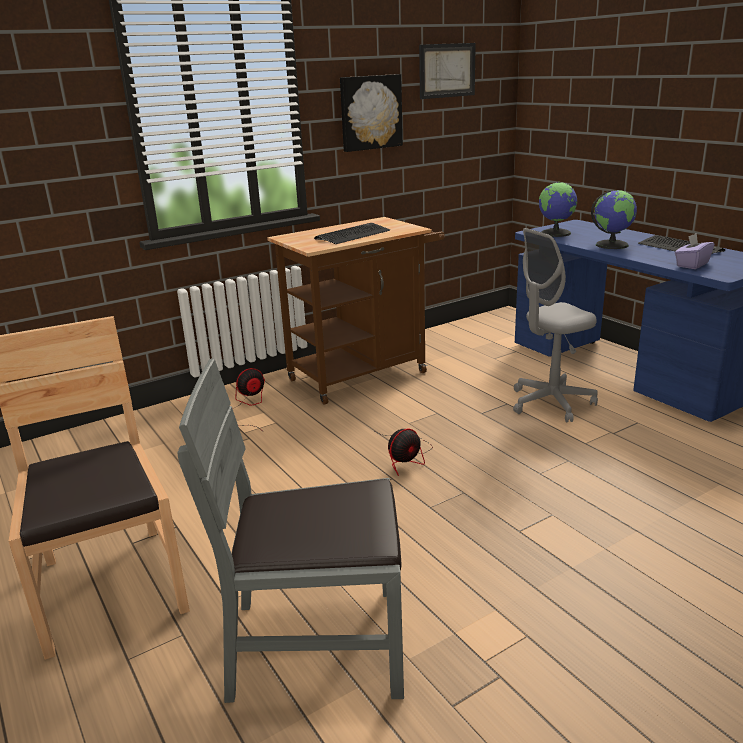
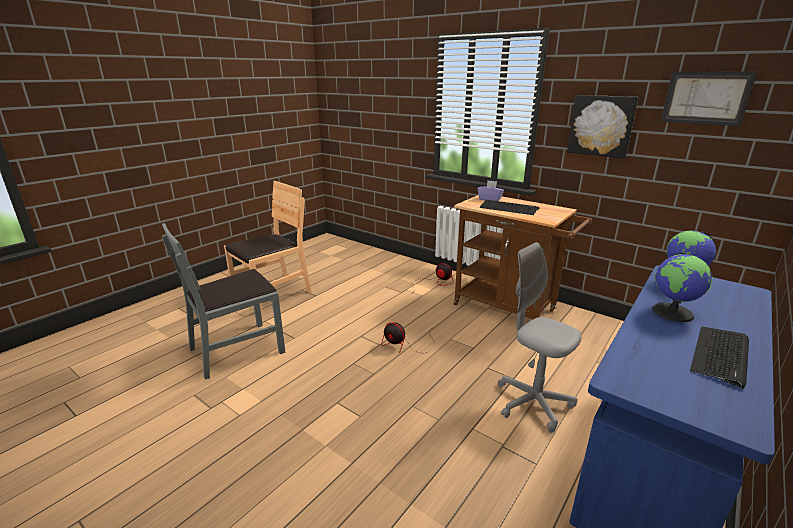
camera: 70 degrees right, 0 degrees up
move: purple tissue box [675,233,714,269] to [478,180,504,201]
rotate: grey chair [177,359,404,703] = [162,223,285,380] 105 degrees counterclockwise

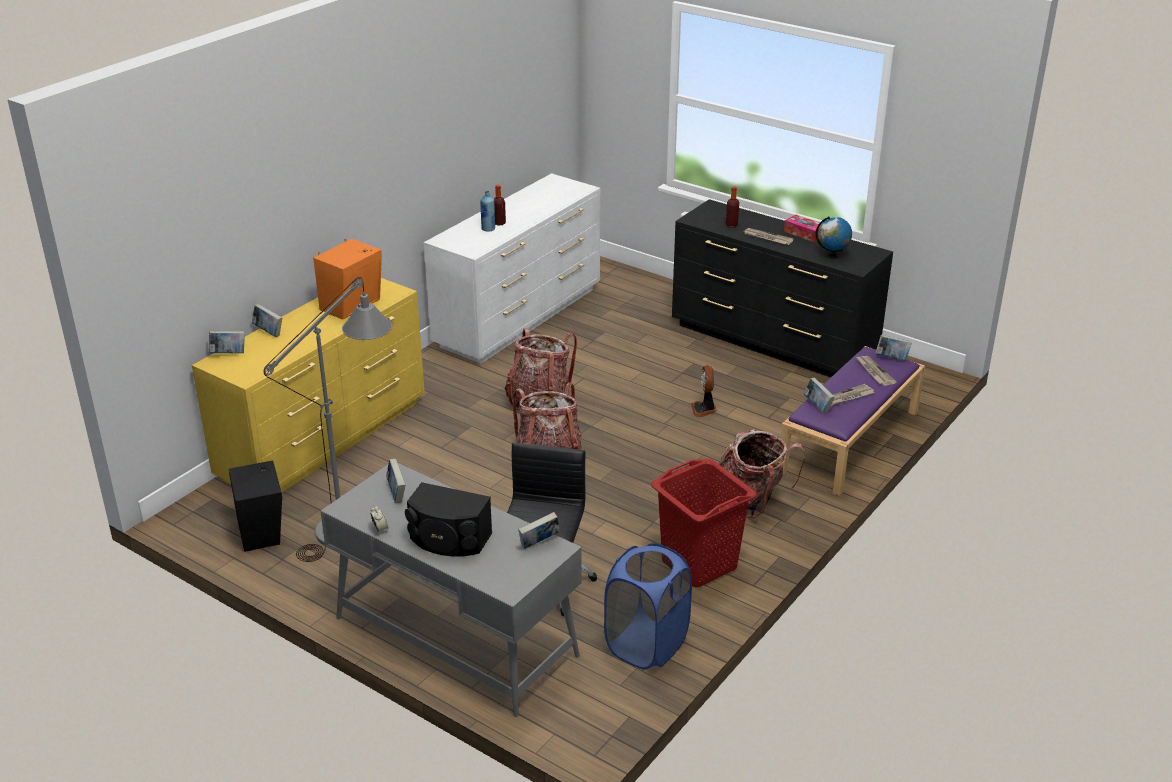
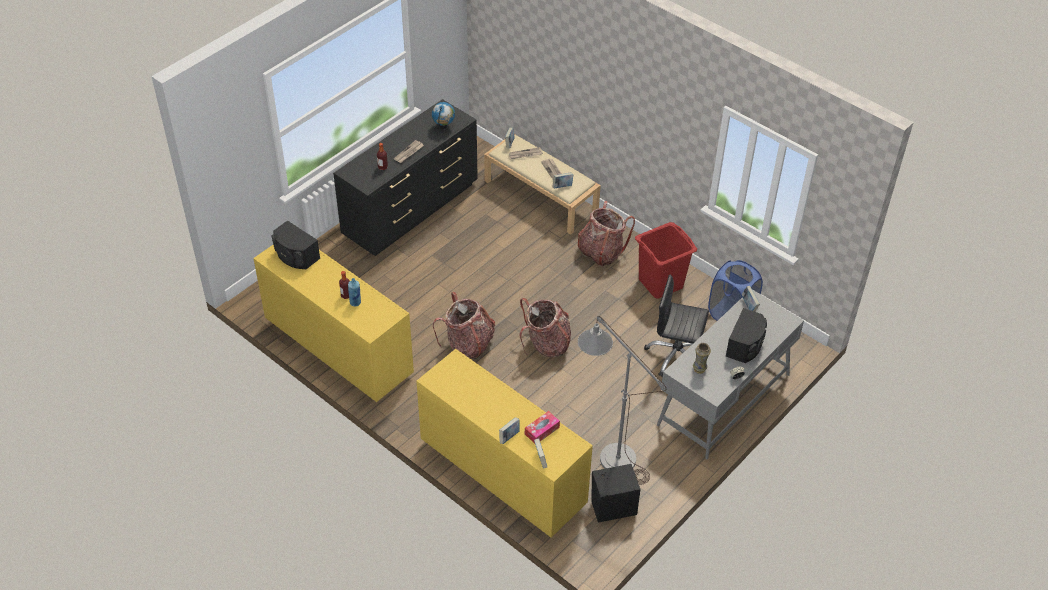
camera: 85 degrees left, 15 degrees up
delete: orange speaker [313,239,382,320]; fan [691,365,717,417]
insert: black speaker [271,220,320,269]
move: tissue box [784,215,821,242] to [525,411,560,443]
replace: book [386,459,406,503] to vase [693,343,711,374]
recolor: white dresser [424,173,600,364] to yellow dresser [253,245,414,402]; purple bench [781,346,925,496] to beige bench [484,134,601,235]

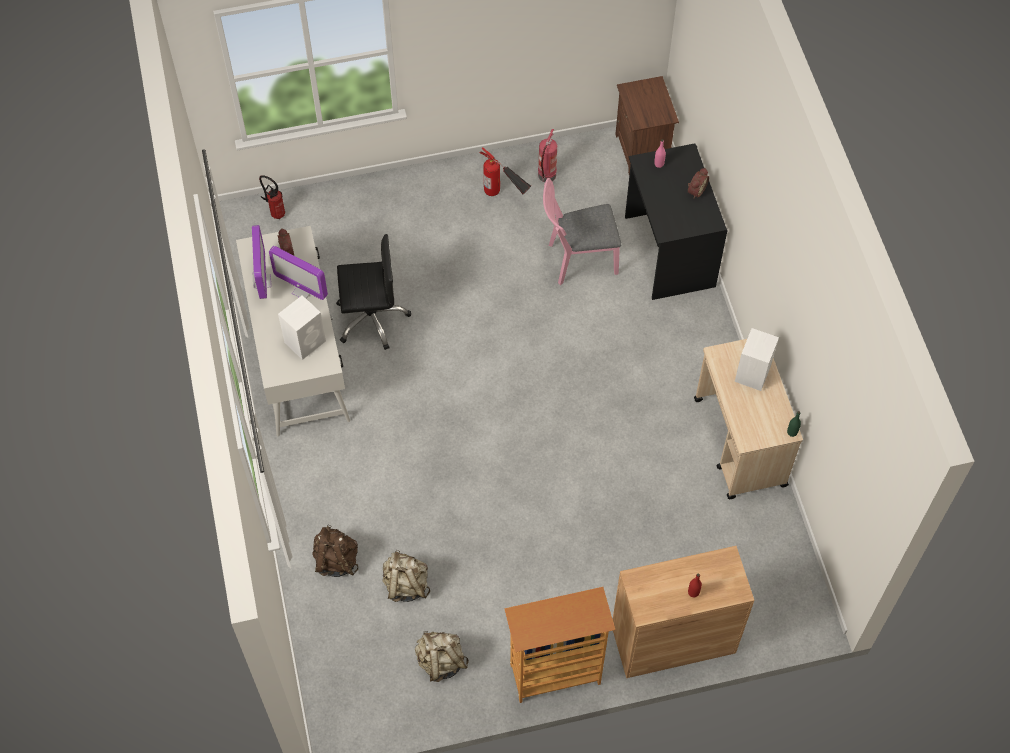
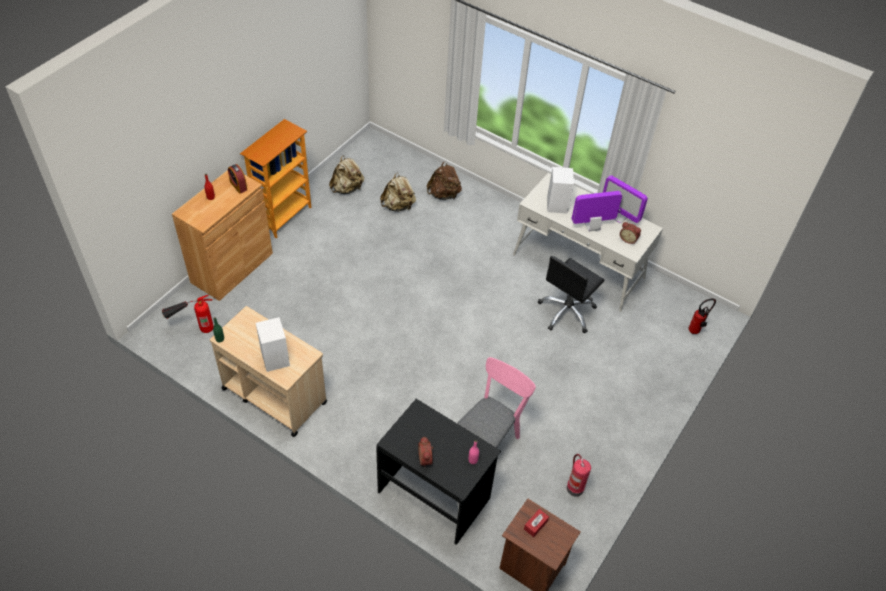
camera: 135 degrees right, 10 degrees down
insert: alarm clock [228,164,247,194]; red tissue box [524,509,549,537]
move: fire extinguisher [480,147,531,196] to [162,295,214,333]

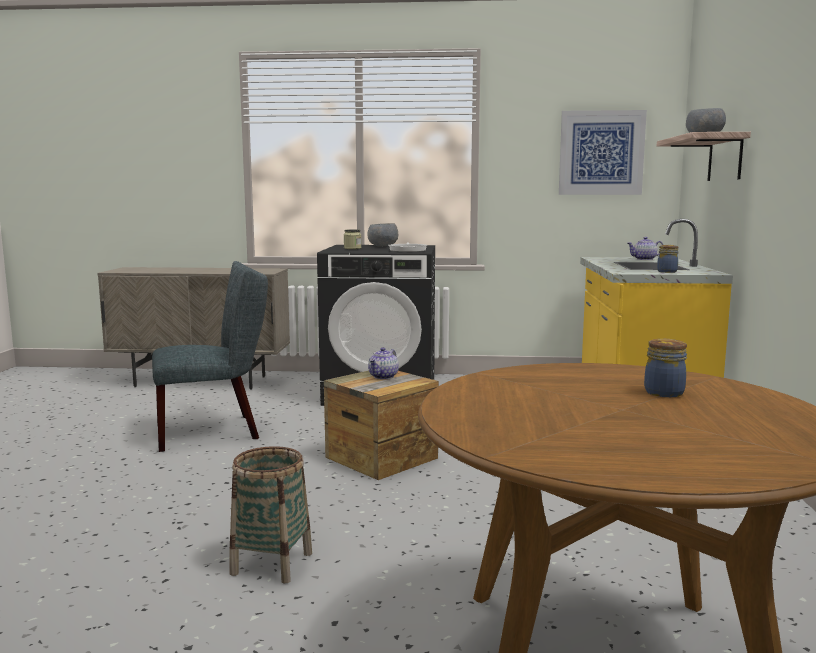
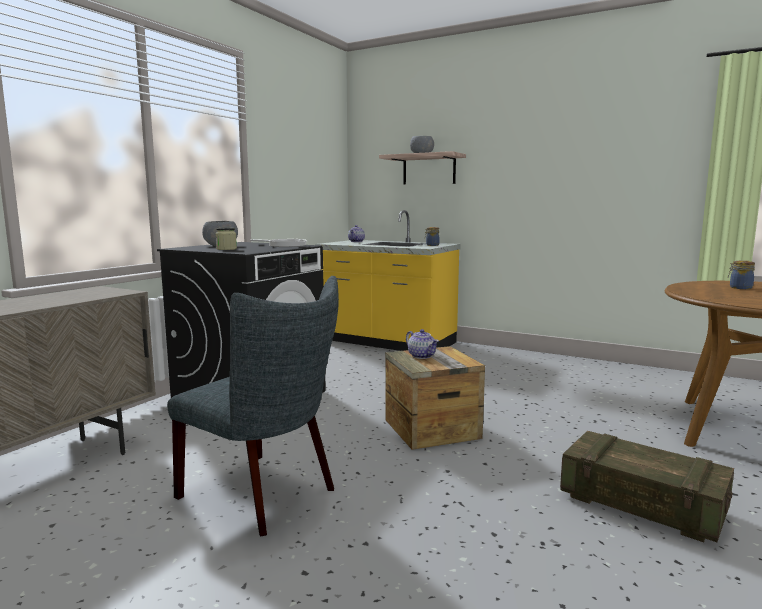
camera: 65 degrees left, 0 degrees up
delete: picture [559,110,647,195]
replace: basket [229,446,312,583] to crate [560,431,734,542]
rotate: grey chair [152,261,268,452] = [167,276,339,536] 120 degrees clockwise

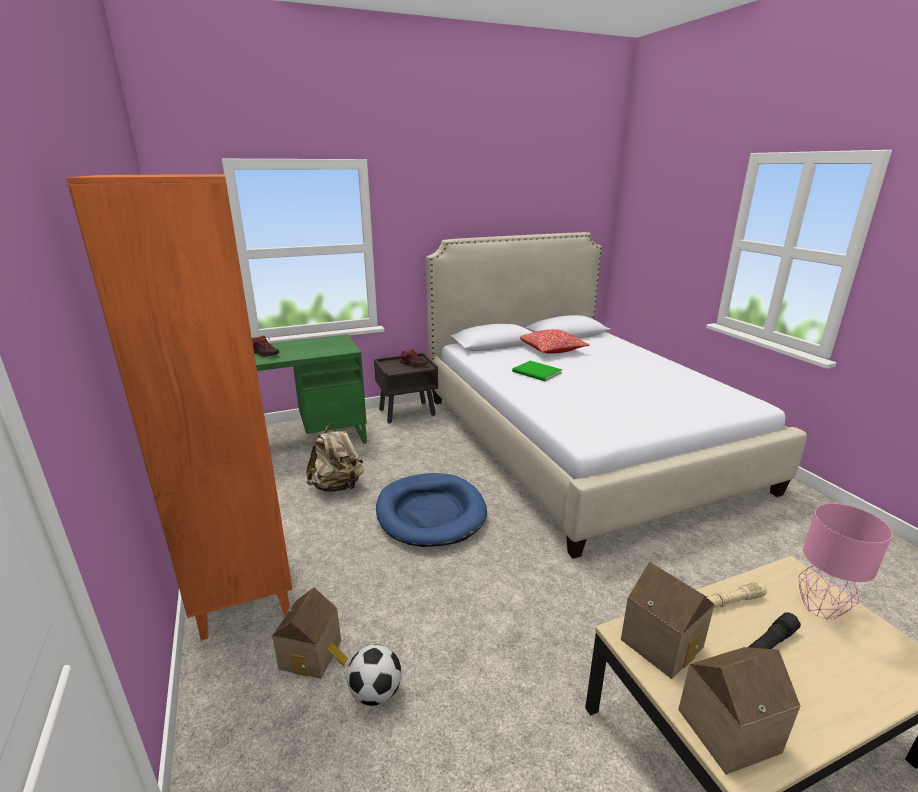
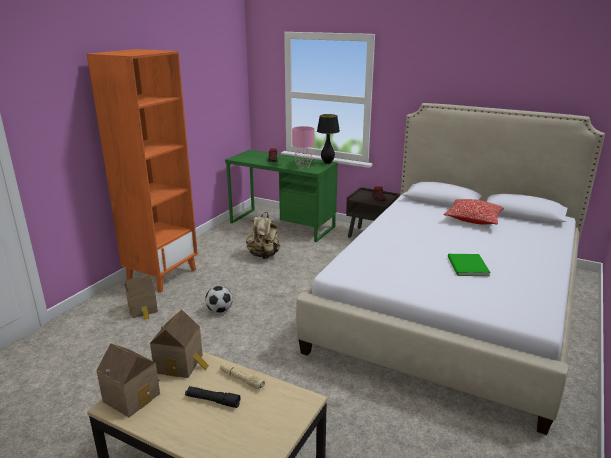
camera: 50 degrees right, 0 degrees up
delete: blue dog bed [376,473,487,547]
insert: black table lamp [317,114,340,164]
move: football [347,644,402,706] to [205,286,233,313]; pink table lamp [798,503,892,619] to [292,126,314,168]; green book [512,361,562,381] to [448,254,491,276]

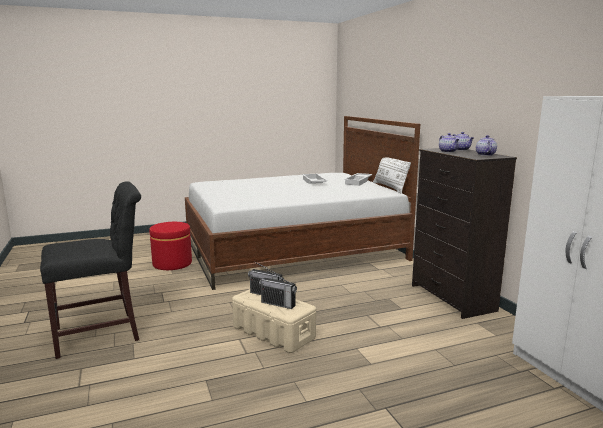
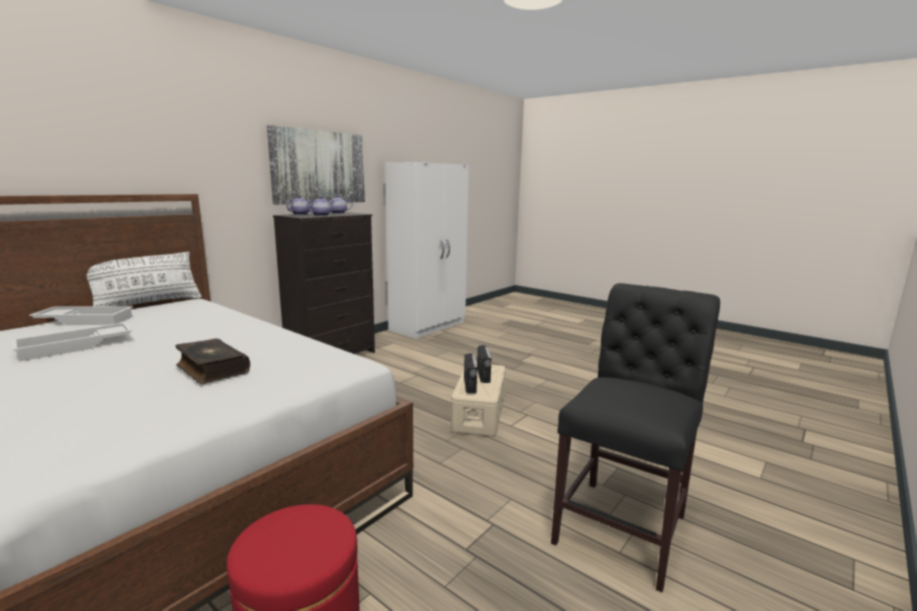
camera: 120 degrees left, 0 degrees up
insert: book [175,338,250,384]; picture [267,125,365,205]
rotate: black chair [40,181,141,359] = [551,283,720,592] 90 degrees clockwise

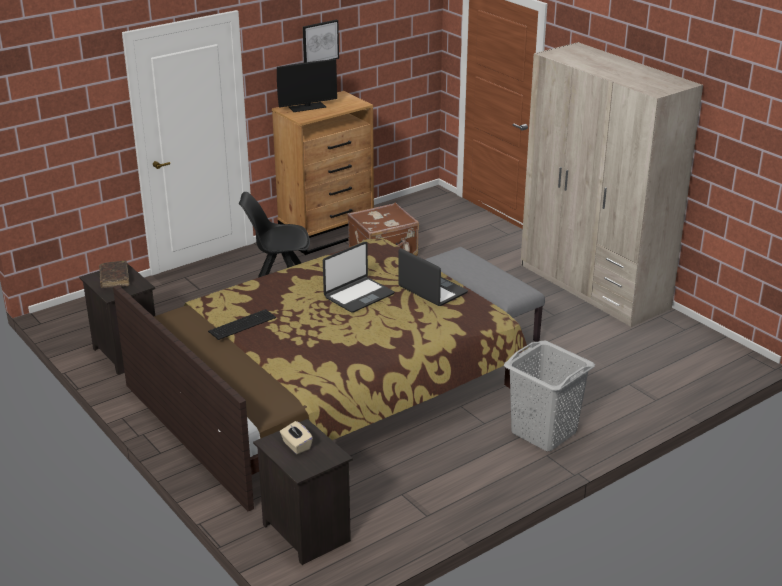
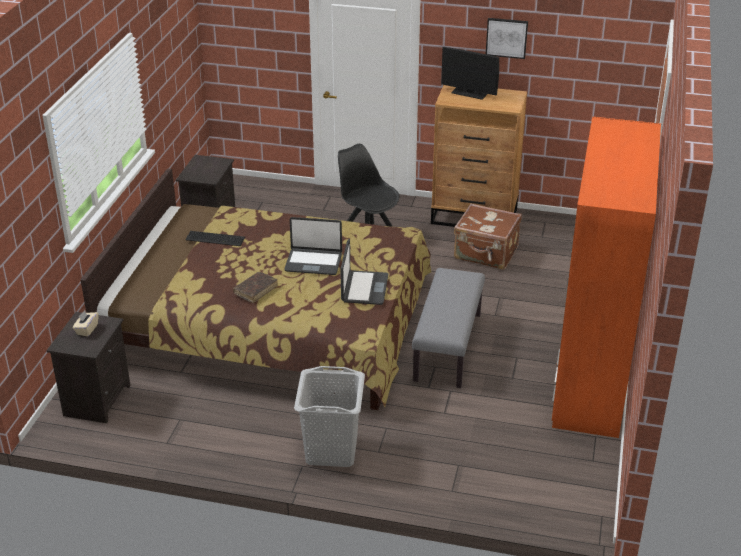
camera: 50 degrees right, 5 degrees up
move: brown book [99,261,129,288] to [233,272,278,303]
recolor: beige wardrobe [521,42,703,327] to orange wardrobe [552,117,661,438]

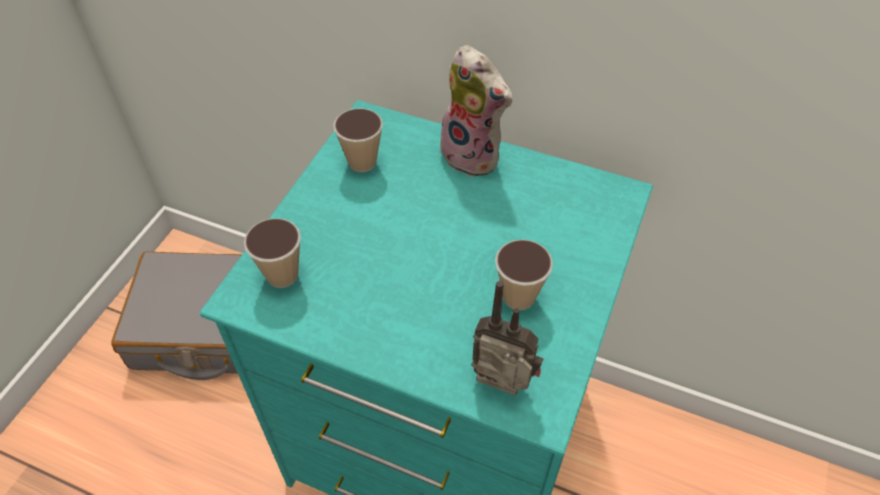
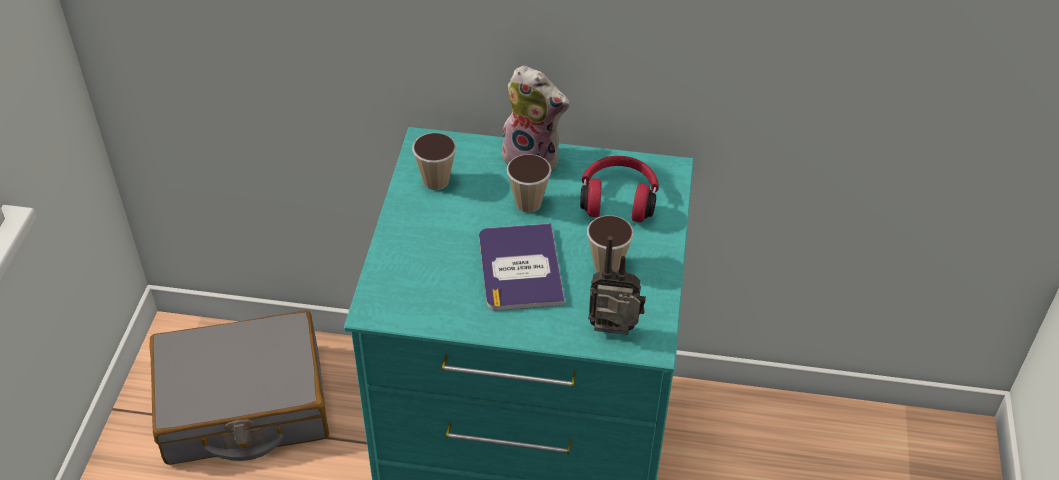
camera: 15 degrees left, 5 degrees down
insert: book [479,223,565,311]; red headphones [580,156,659,222]
move: cup [244,218,301,288] to [506,154,552,213]

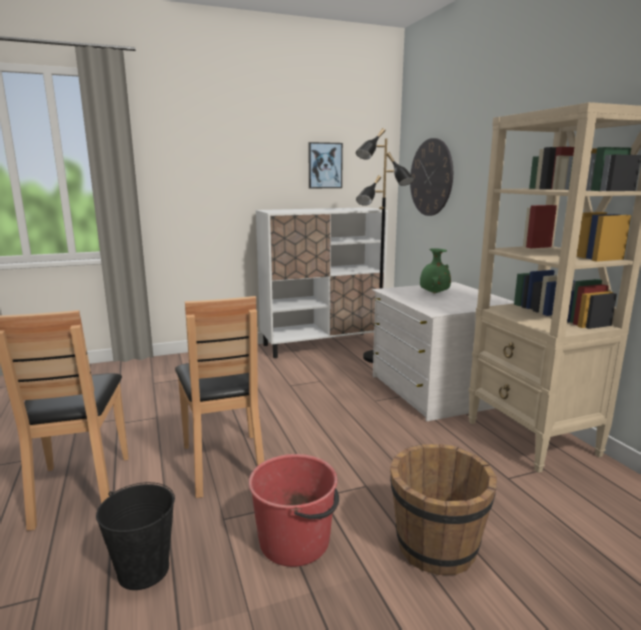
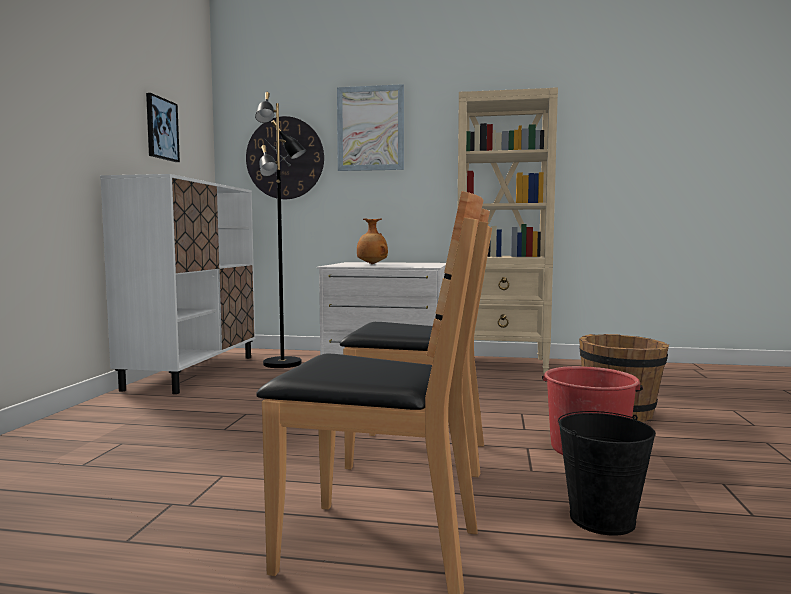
camera: 60 degrees left, 10 degrees down
insert: picture [337,84,404,171]
recolor: green vase [420,248,451,293] to brown vase [357,218,388,264]

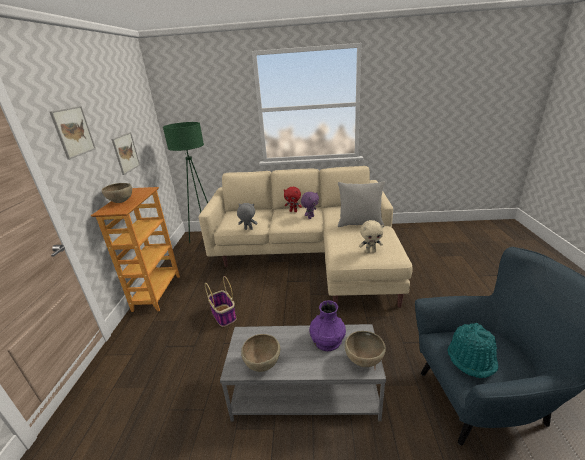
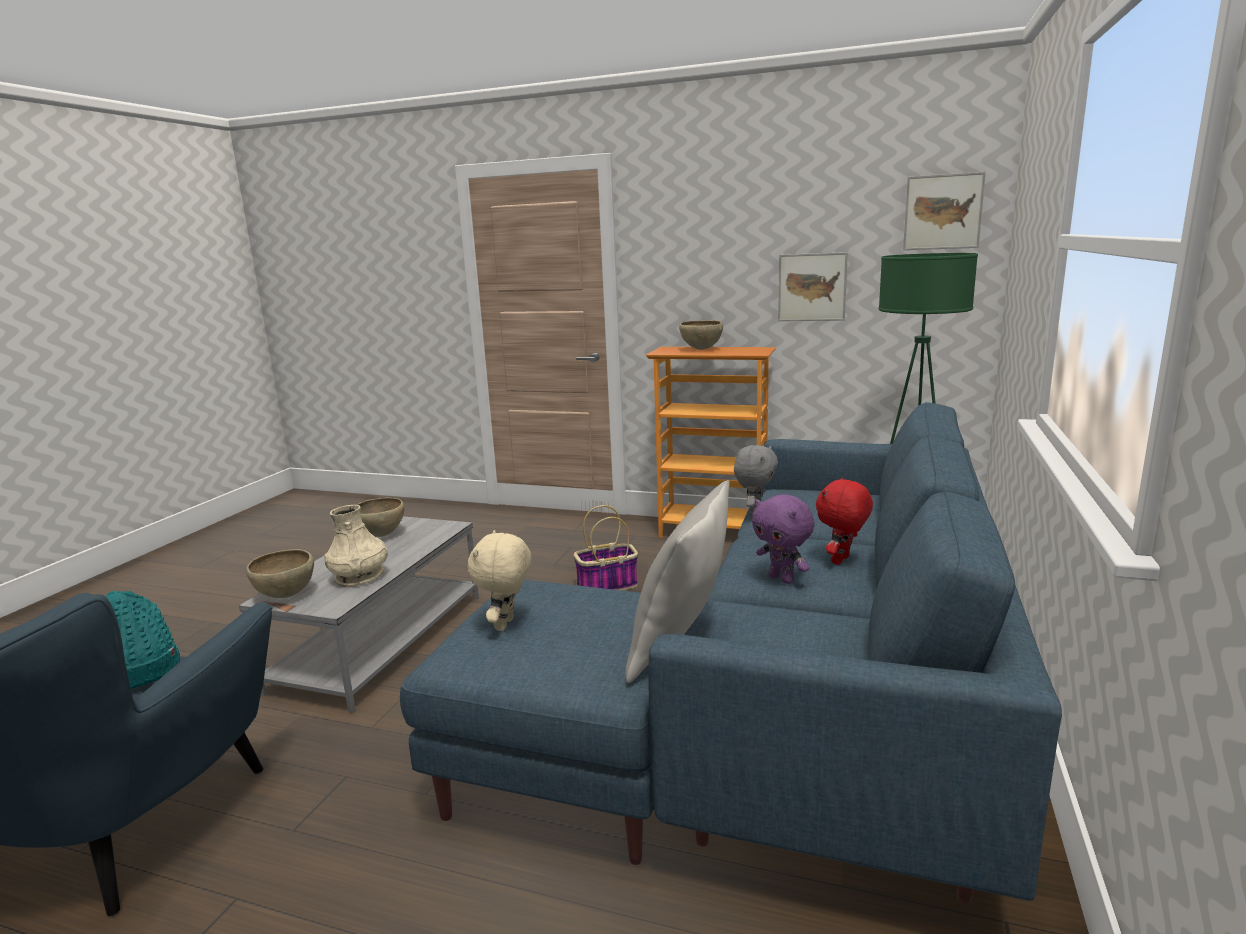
camera: 105 degrees right, 10 degrees down
move: picture [50,106,96,160] to [903,172,986,250]
recolor: purple vase [309,301,346,351] to beige vase [324,505,388,587]; beige sofa [198,166,413,308] to blue sofa [400,402,1062,904]

